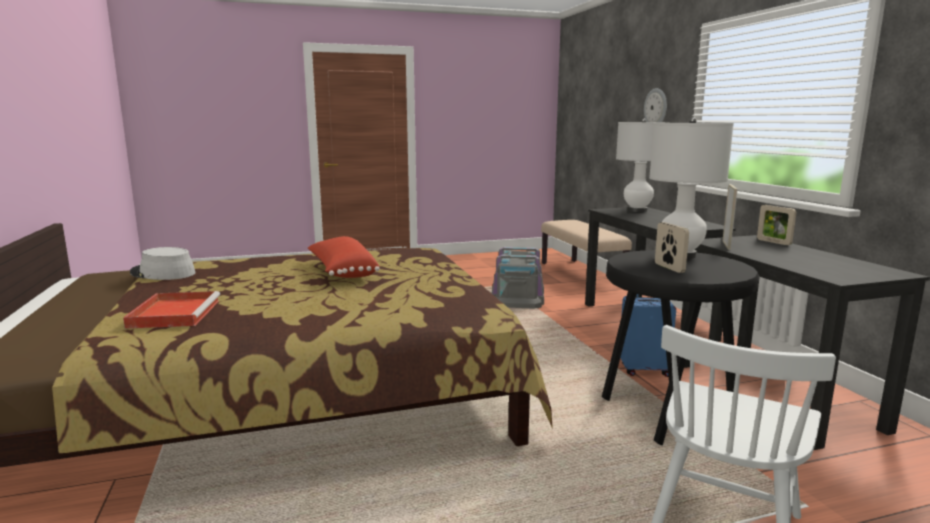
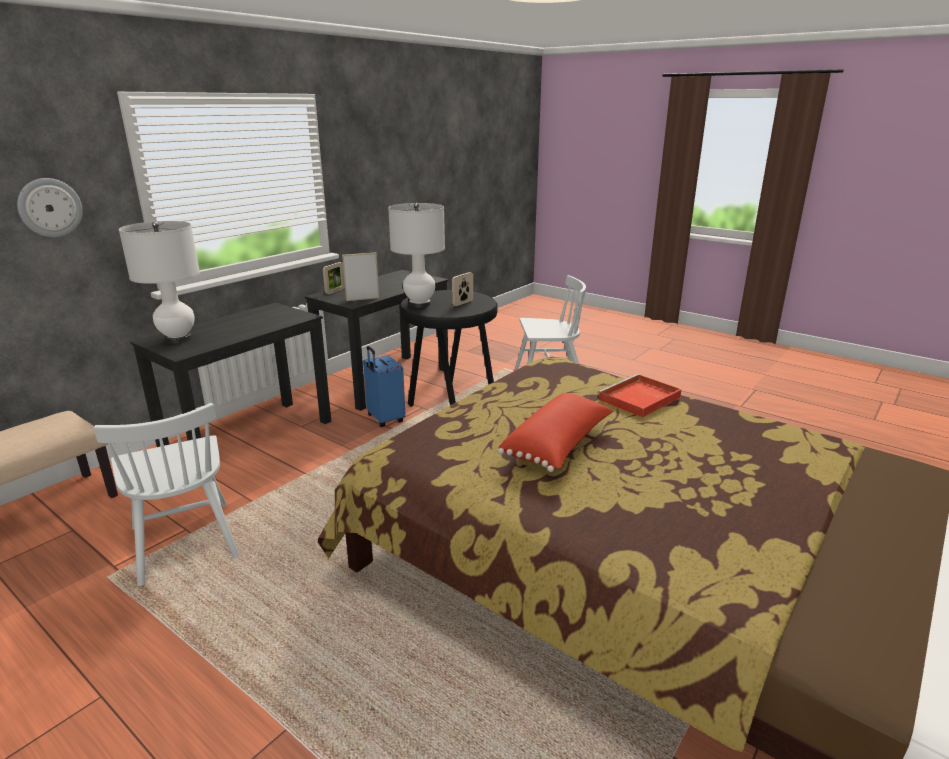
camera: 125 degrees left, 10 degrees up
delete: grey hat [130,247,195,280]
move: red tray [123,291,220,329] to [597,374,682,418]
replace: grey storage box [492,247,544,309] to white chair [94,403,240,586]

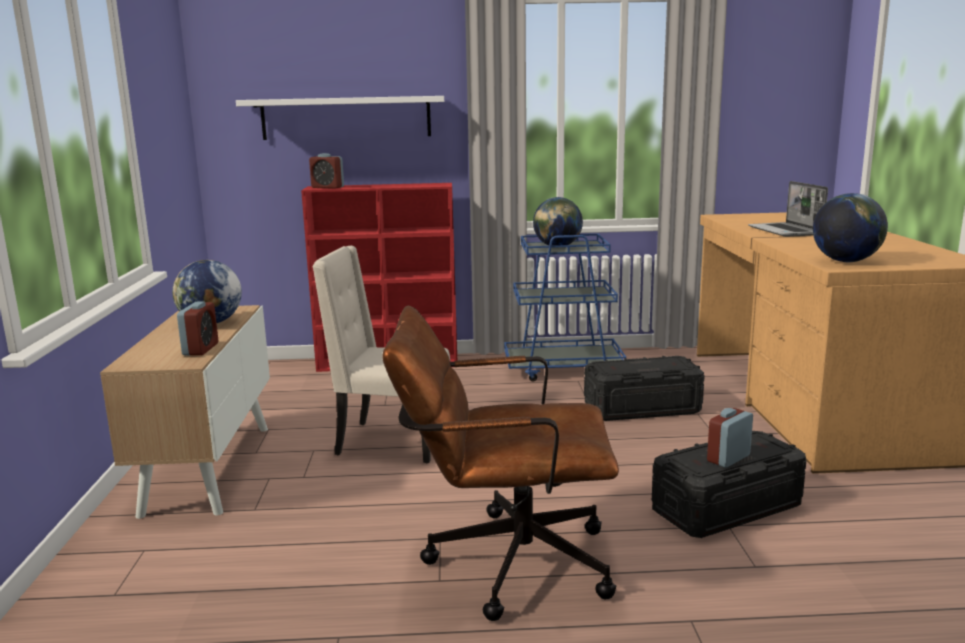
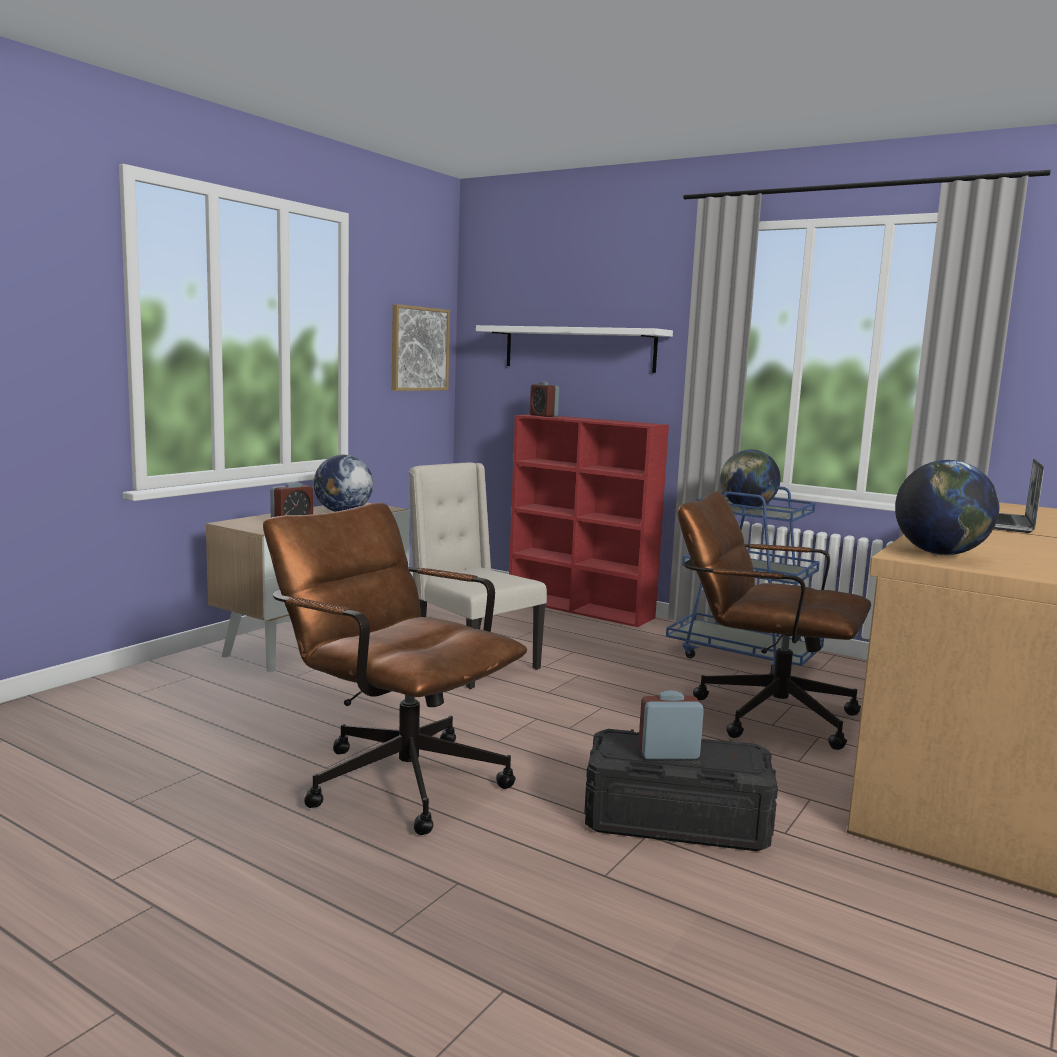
camera: 35 degrees right, 5 degrees down
insert: picture [392,304,450,391]
replace: black storage box [584,356,705,421] to brown office chair [677,491,871,750]

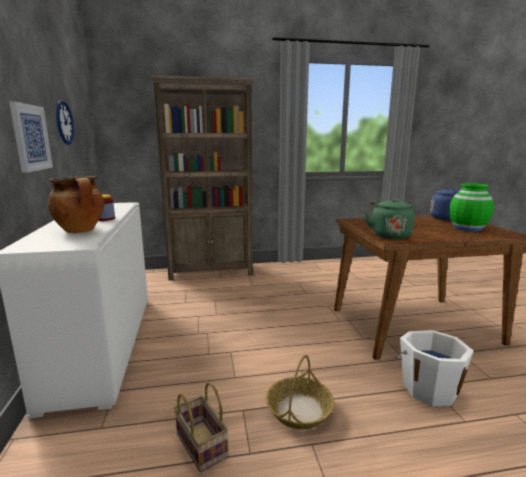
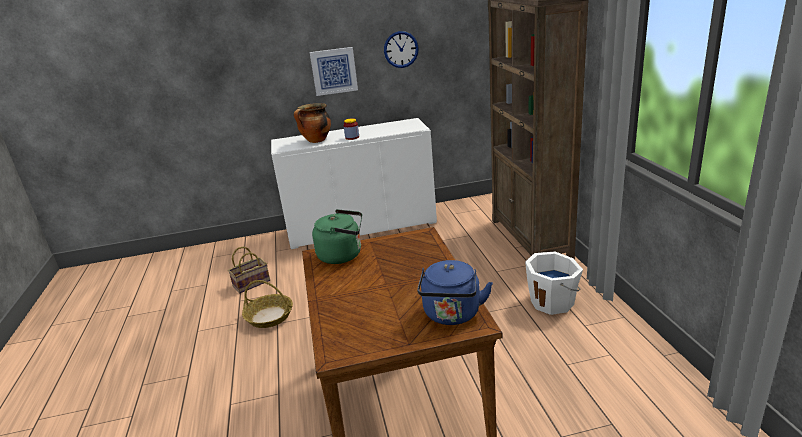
camera: 90 degrees right, 10 degrees up
delete: green vase [449,183,494,231]
move: white bucket [395,330,474,406] to [525,251,583,315]

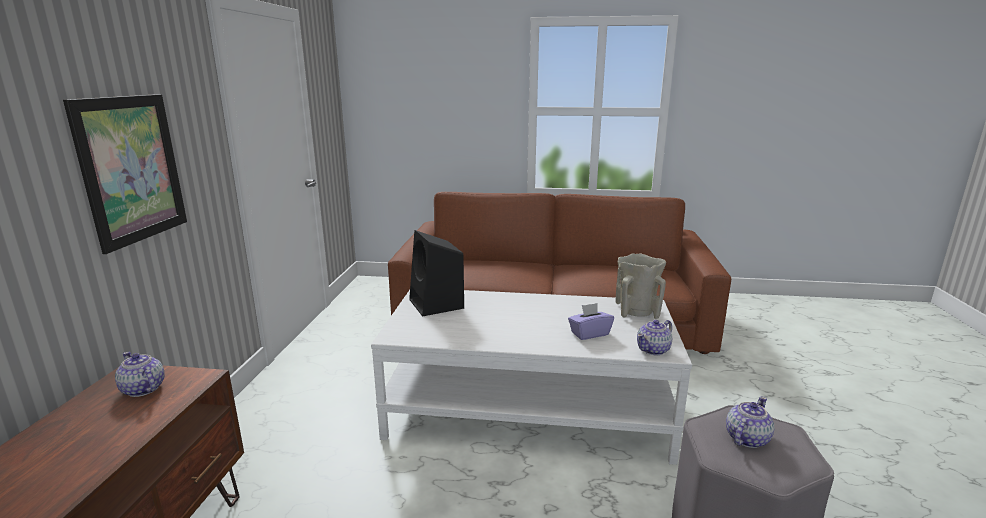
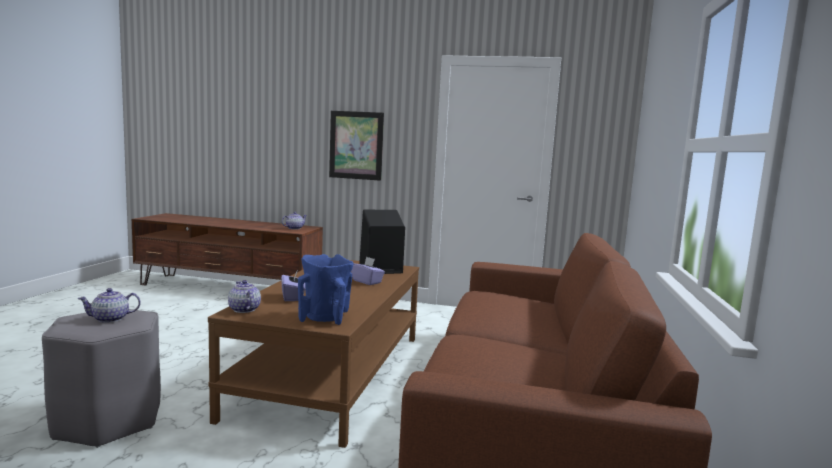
camera: 95 degrees right, 10 degrees down
insert: purple tissue box [351,257,385,285]
recolor: white coffee table [371,290,692,465] to brown coffee table [208,260,419,448]; beige vase [615,253,666,319] to blue vase [298,254,354,325]
rotate: teapot [726,397,774,448] = [77,288,141,323] 105 degrees clockwise

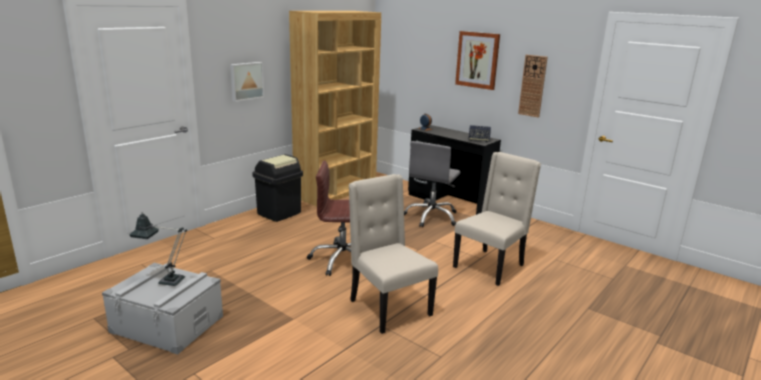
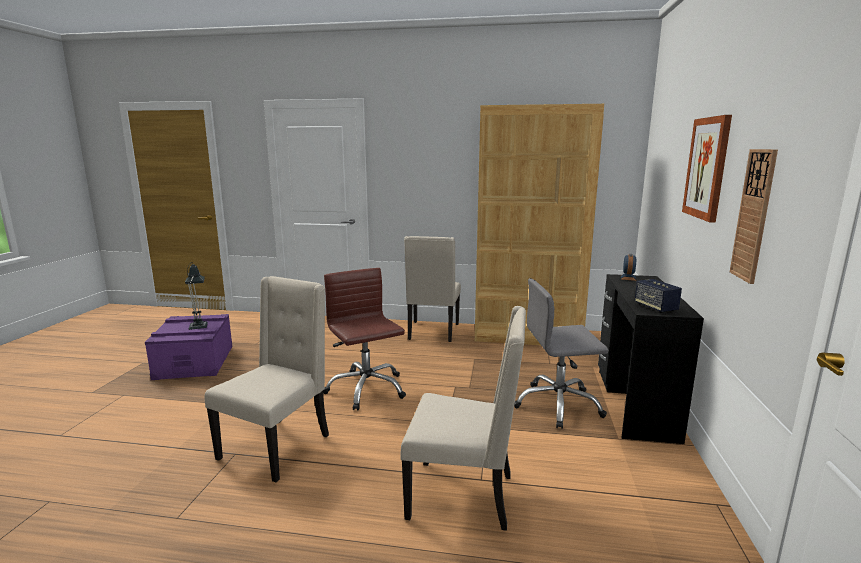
camera: 60 degrees right, 5 degrees down
delete: picture [230,62,264,102]
replace: black trash can [252,154,303,222] to beige chair [404,236,461,342]
recolor: grey storage box [102,263,223,355] to purple storage box [145,314,232,380]

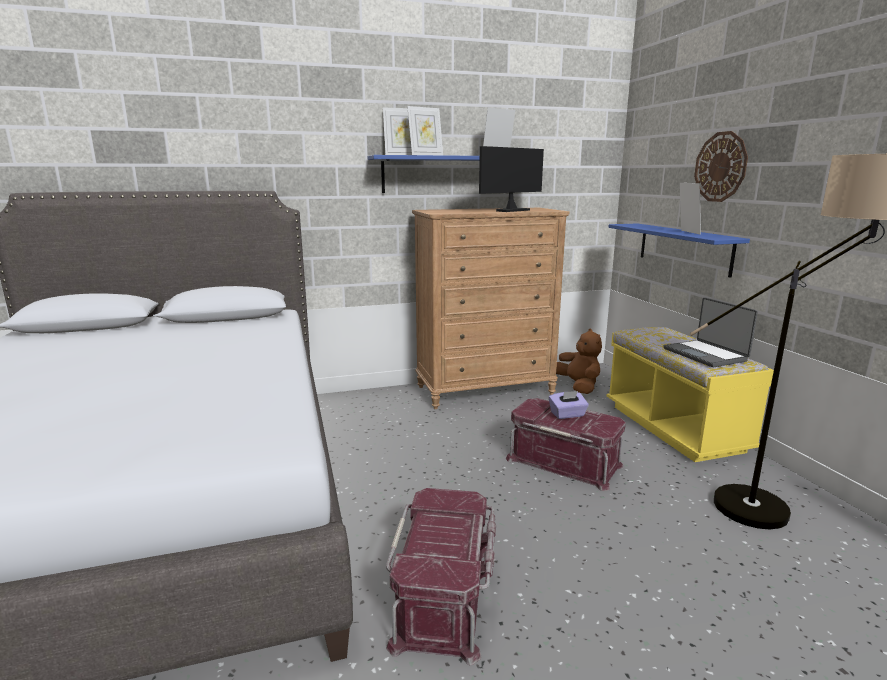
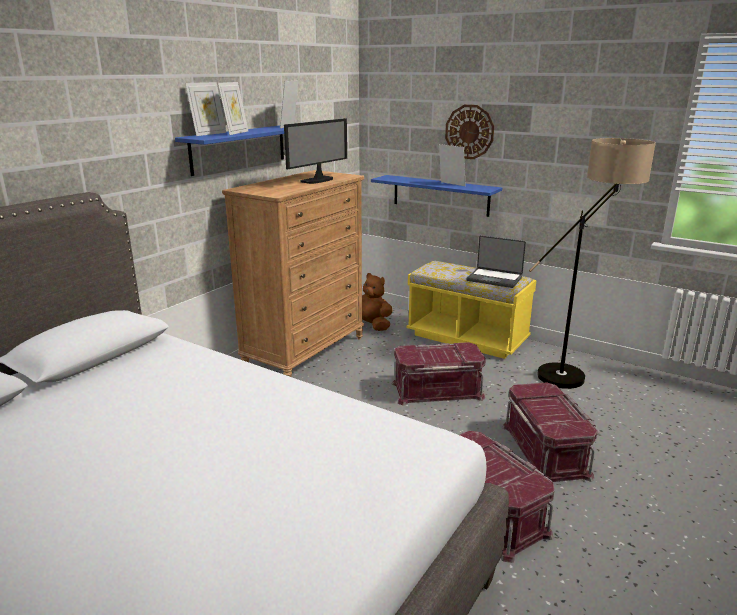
camera: 40 degrees left, 5 degrees up
delete: purple tissue box [549,391,589,419]
insert: red storage box [502,382,600,482]
rotate: monitor [479,146,544,212] = [284,118,347,184] 150 degrees counterclockwise

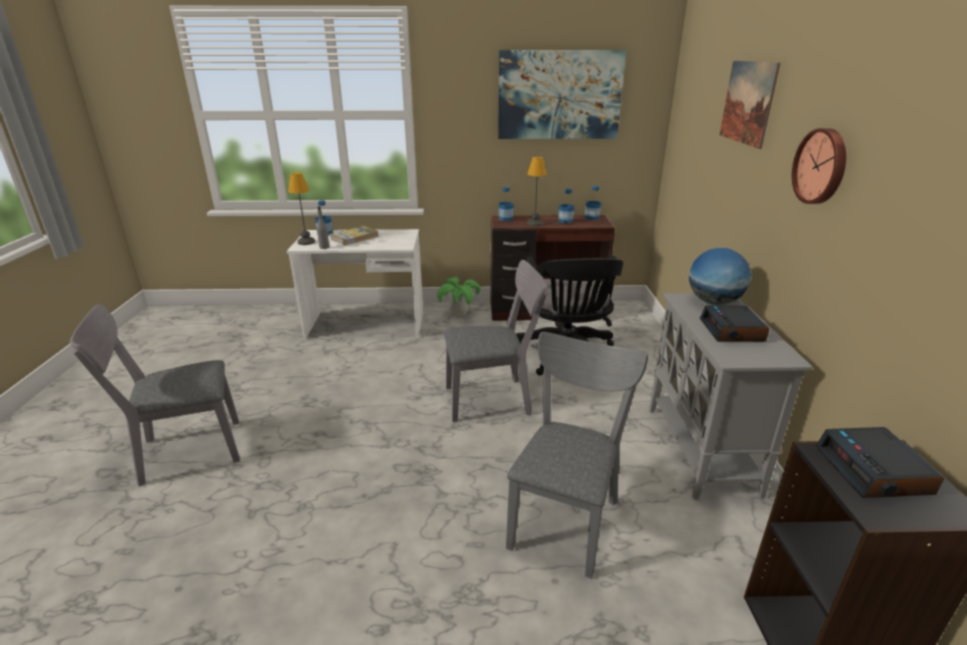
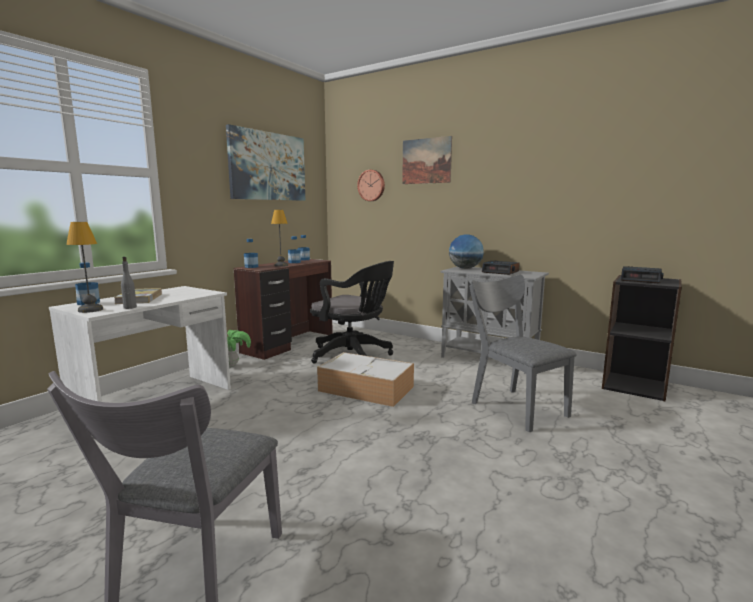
camera: 55 degrees left, 15 degrees down
move: wall clock [792,128,846,204] to [357,170,385,201]
replace: grey chair [444,260,548,422] to storage box [317,352,414,407]

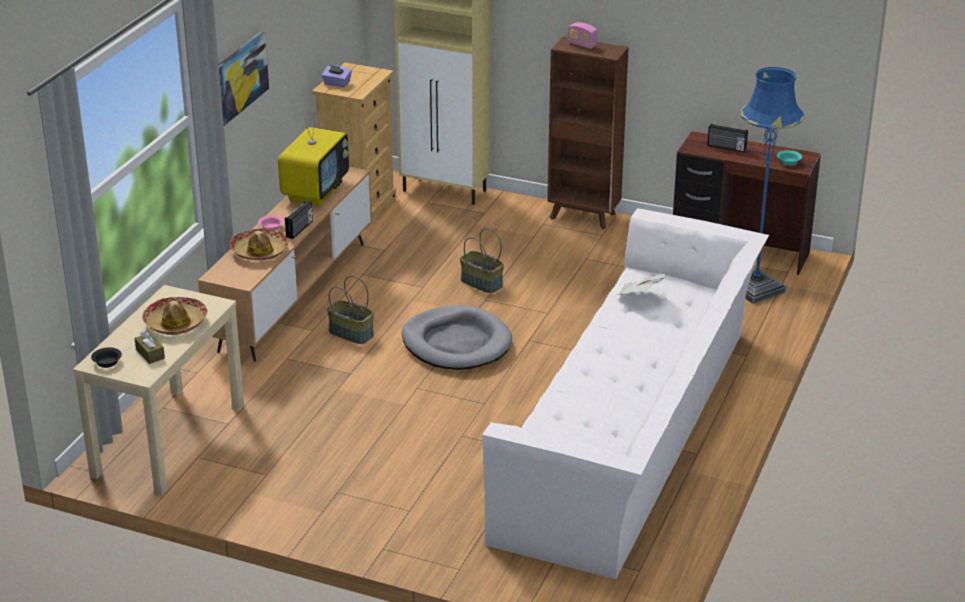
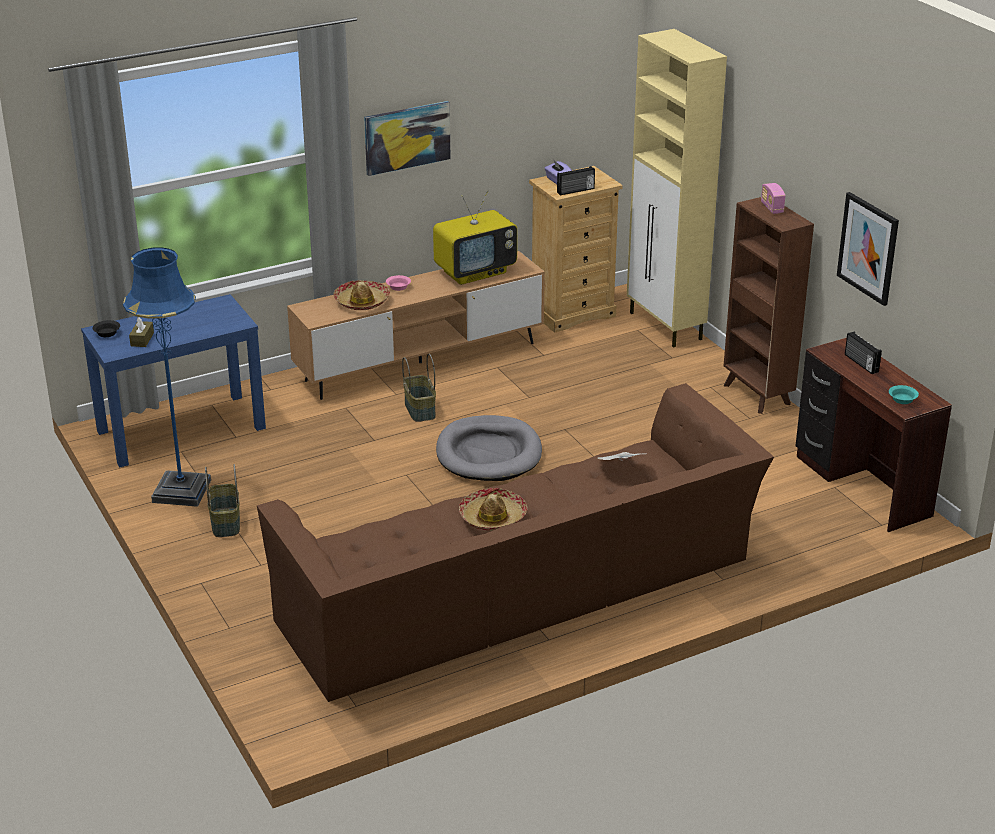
camera: 40 degrees right, 0 degrees up
insert: picture [837,192,899,306]
move: blue floor lamp [740,67,804,304] to [123,247,211,507]; basket [460,228,504,293] to [205,464,240,537]; hat [142,297,207,335] to [459,488,527,531]; radio [285,200,313,239] to [557,166,595,195]
recolor: beige console table [73,285,244,496] to blue console table [81,294,266,468]; white sofa [482,208,769,579] to brown sofa [257,383,774,702]

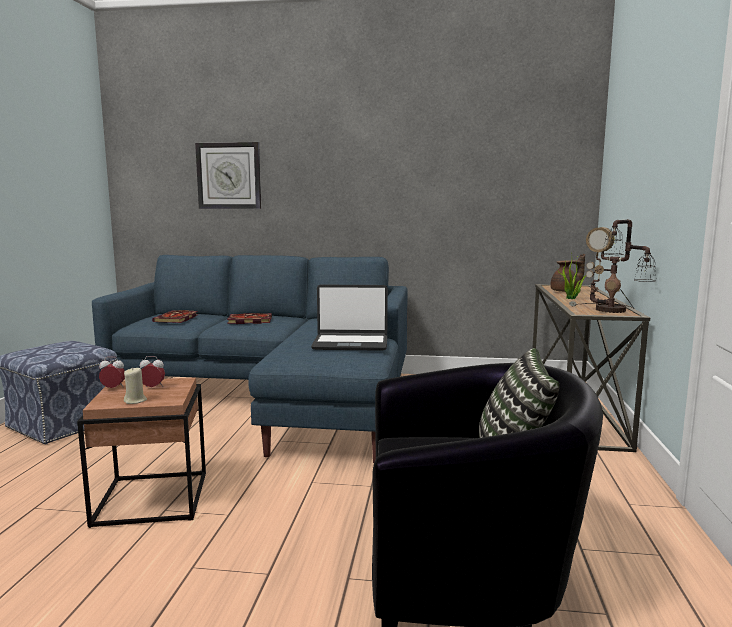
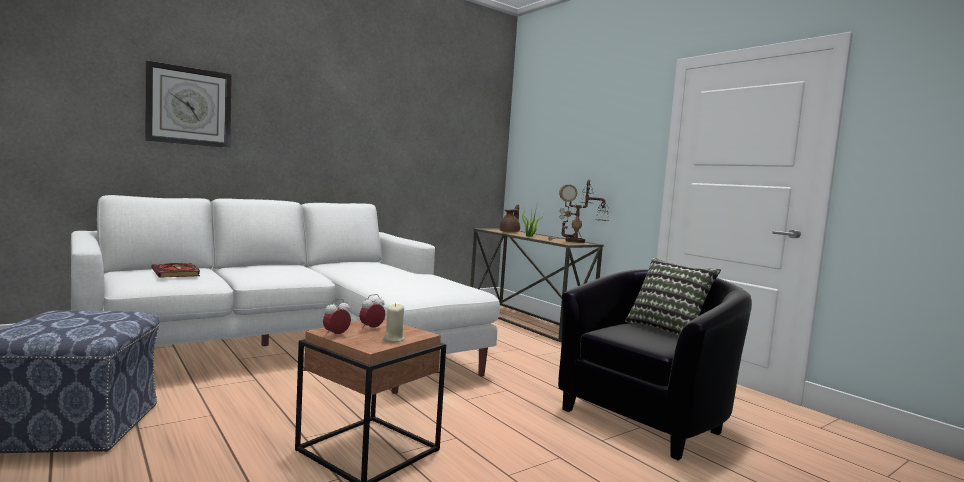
camera: 45 degrees left, 5 degrees down
delete: book [227,313,272,324]; laptop [311,285,388,351]
recolor: blue sofa [92,255,407,463] to white sofa [71,195,500,394]

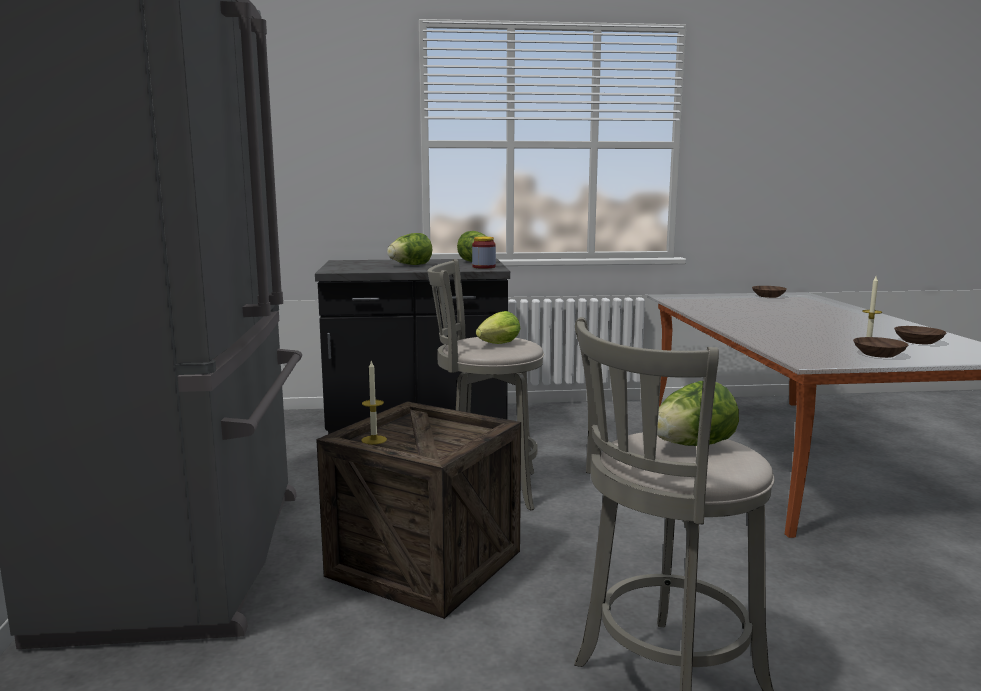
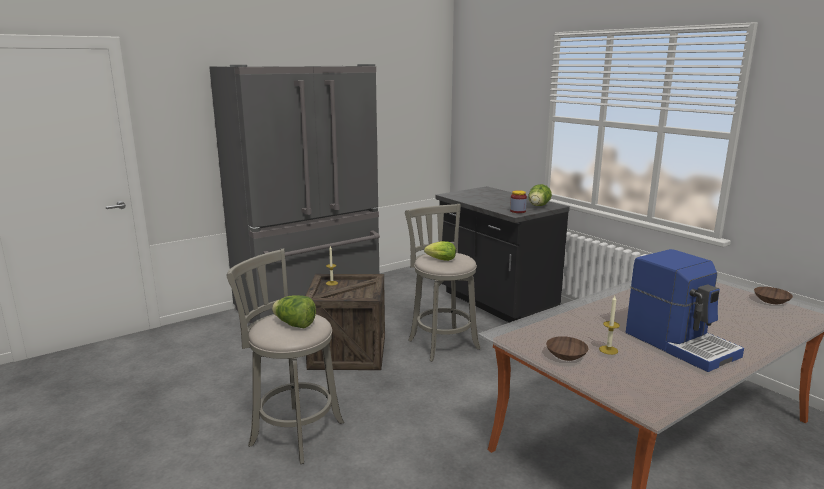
camera: 60 degrees right, 5 degrees up
delete: lettuce [387,233,432,265]; brown bowl [894,326,946,344]
insert: coffee machine [626,249,744,372]

